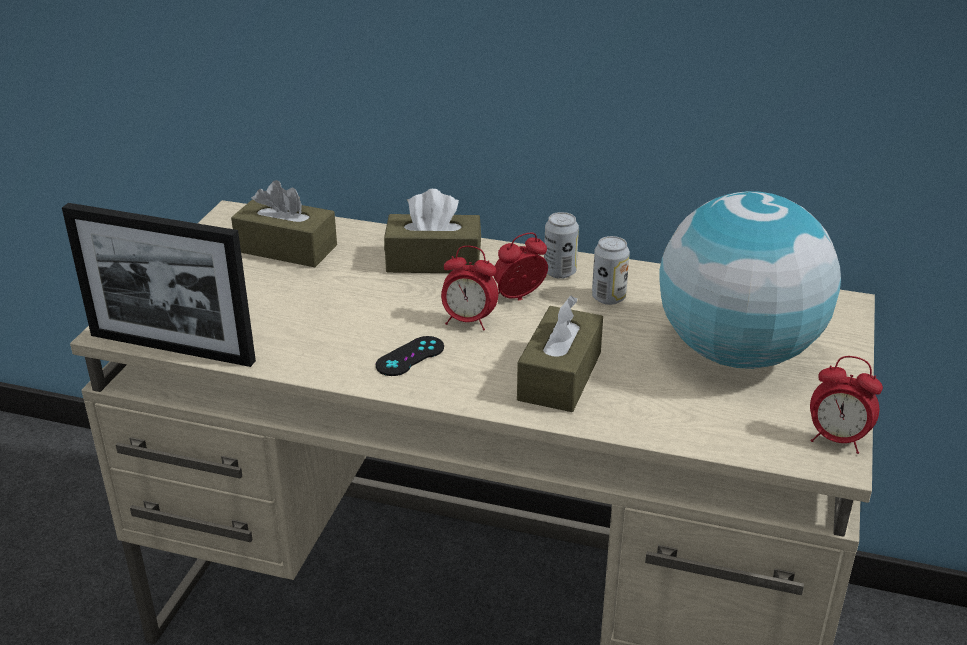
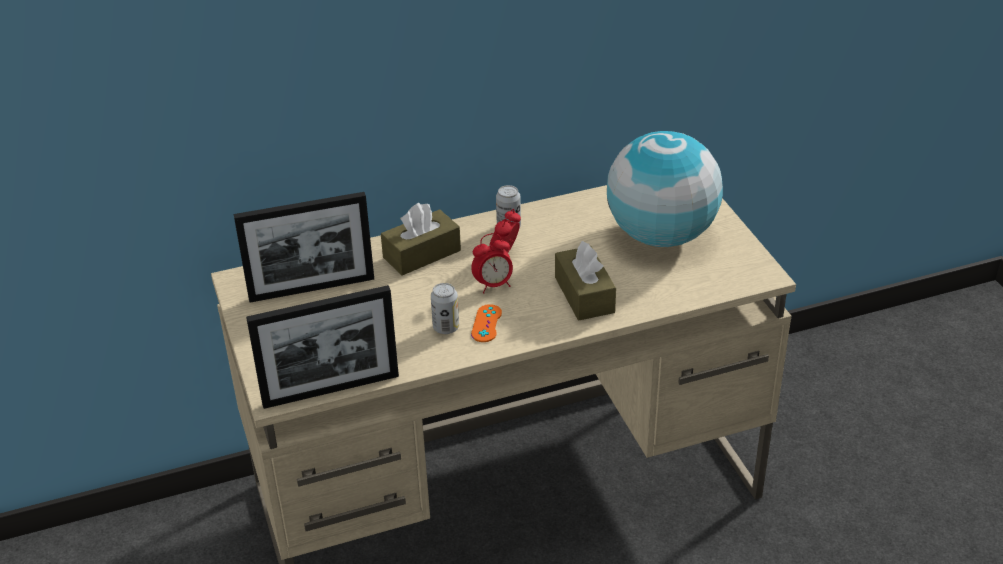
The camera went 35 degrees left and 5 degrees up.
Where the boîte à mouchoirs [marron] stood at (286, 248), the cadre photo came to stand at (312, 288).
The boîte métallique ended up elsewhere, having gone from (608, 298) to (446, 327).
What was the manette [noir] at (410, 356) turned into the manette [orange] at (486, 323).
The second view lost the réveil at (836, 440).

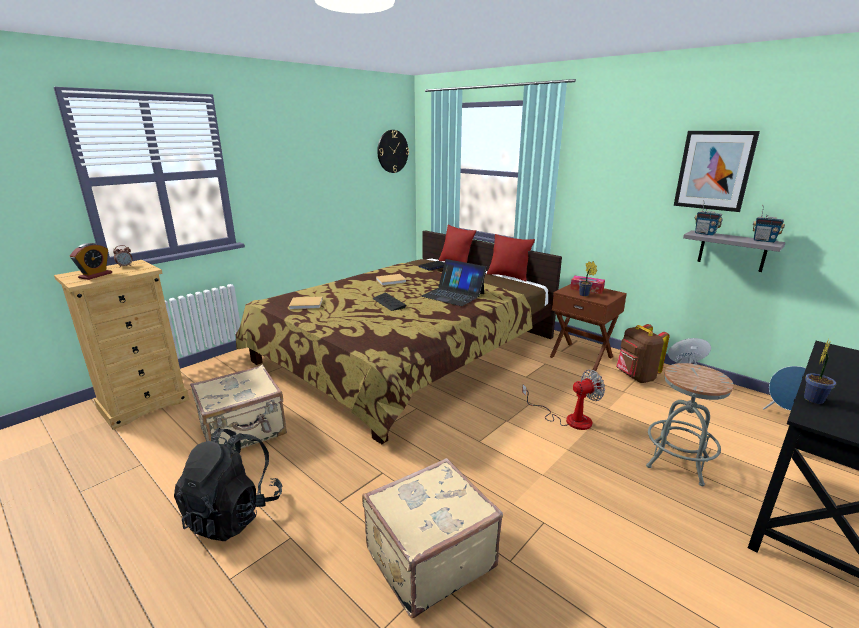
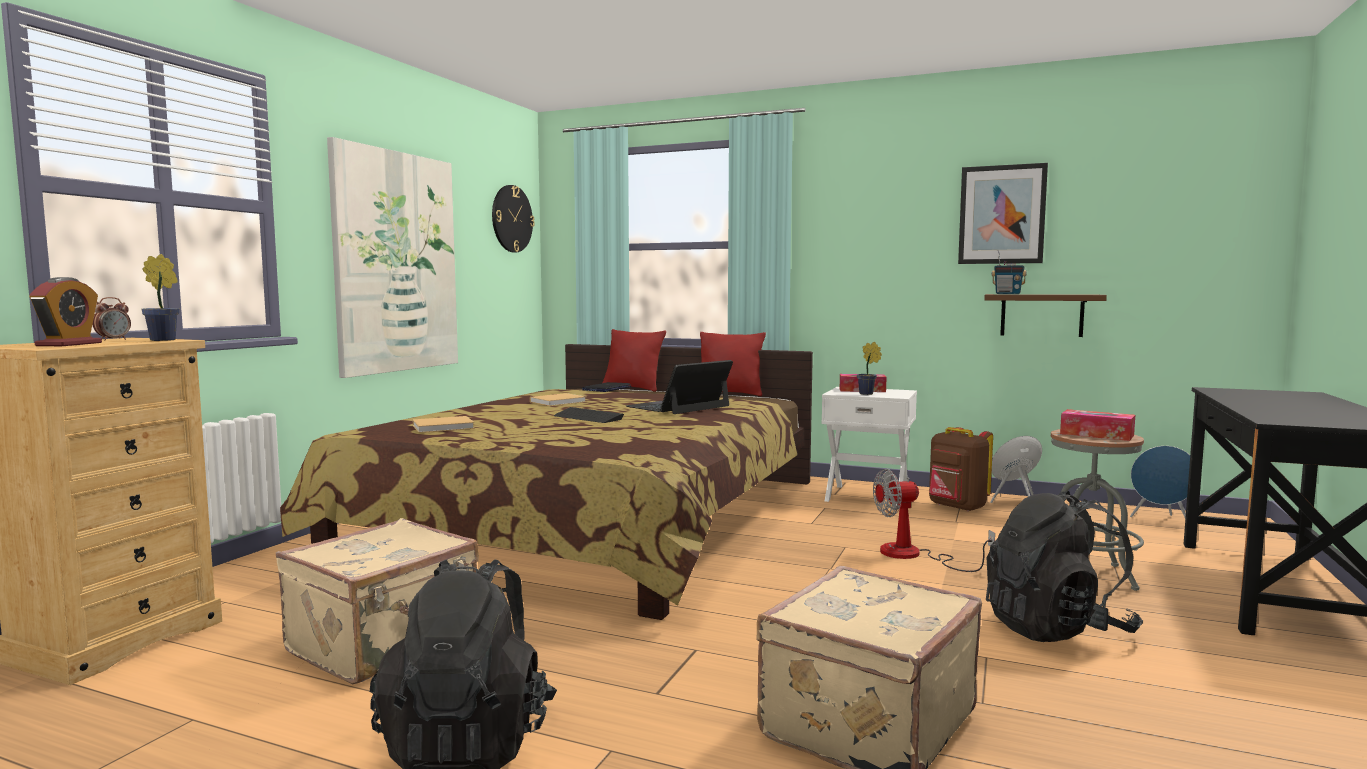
The camera went 20 degrees left and 15 degrees down.
The plante en pot ended up elsewhere, having gone from (814, 399) to (166, 340).
The second view gained the tableau at (396, 262).
The ordinateur portable at (453, 295) ended up facing another way, 120 degrees clockwise from before.
What was the table de chevet [marron] at (581, 356) turned into the table de chevet [blanc] at (867, 496).
The ventilateur at (569, 419) ended up facing another way, 150 degrees counterclockwise from before.
What was the étagère [gris] at (732, 251) turned into the étagère [marron] at (1041, 315).
The second view gained the sac à dos [noir] at (1056, 629).
The second view gained the boîte à mouchoirs at (1096, 435).
The second view lost the radio at (764, 241).

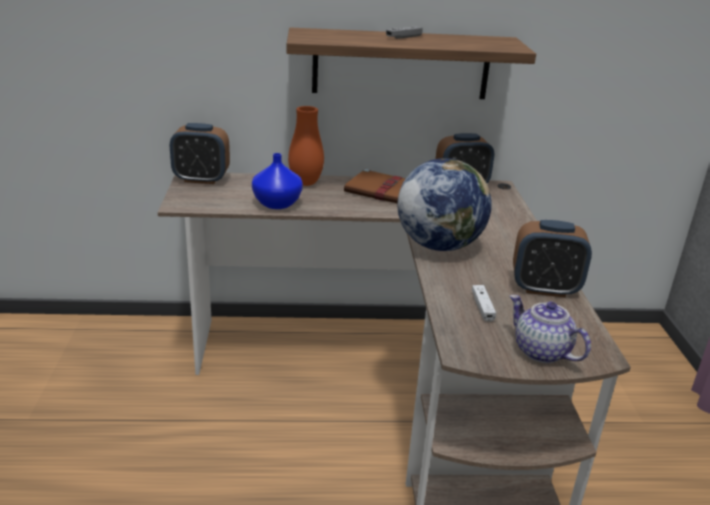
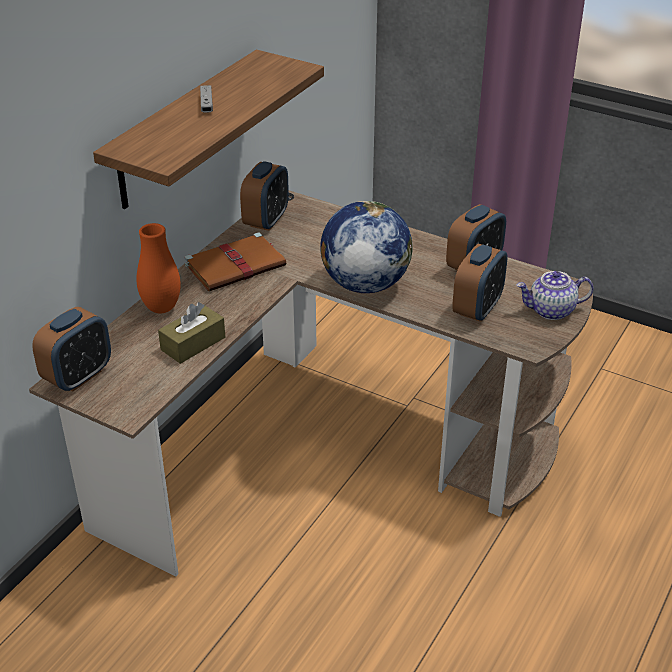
The camera went 55 degrees left and 10 degrees up.
Where the vase [bleu] stood at (278, 203), the boîte à mouchoirs [marron] came to stand at (193, 344).
Where the manette [blanc] stood at (482, 307), the réveil came to stand at (477, 309).

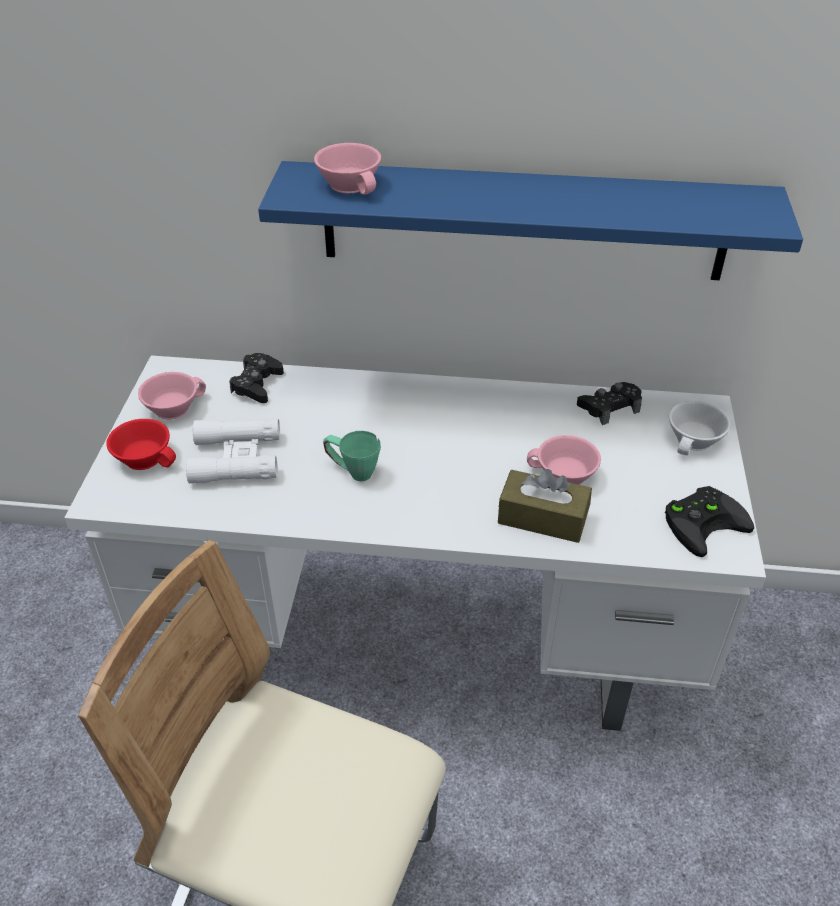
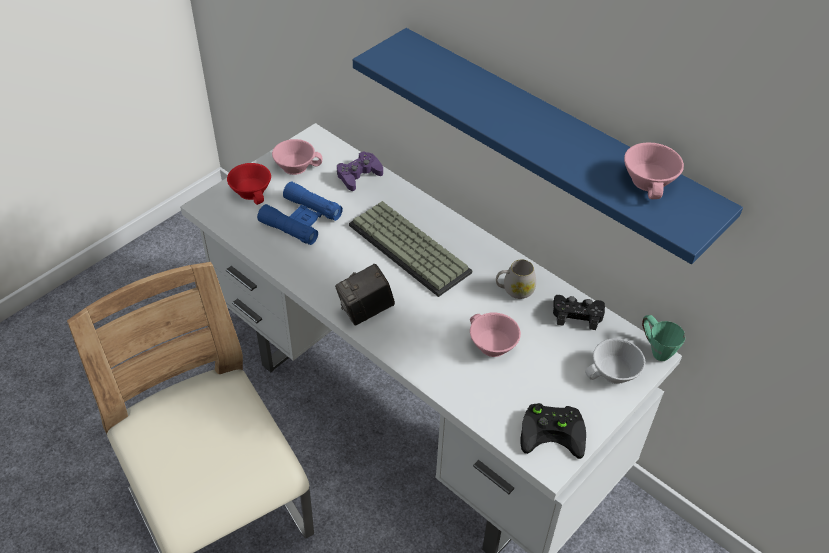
The camera went 35 degrees right and 5 degrees up.
What was the jumelles [blanc] at (236, 458) turned into the jumelles [bleu] at (301, 219).
The second view gained the appareil photo at (366, 311).
What was the manette [noir] at (257, 384) turned into the manette [violet] at (359, 175).
The second view gained the clavier at (411, 248).
The second view gained the mug [blanc] at (514, 290).
The tasse [rose] ended up elsewhere, having gone from (352, 184) to (651, 182).
The mug [vert] ended up elsewhere, having gone from (352, 471) to (655, 349).
The second view lost the boîte à mouchoirs [marron] at (542, 518).

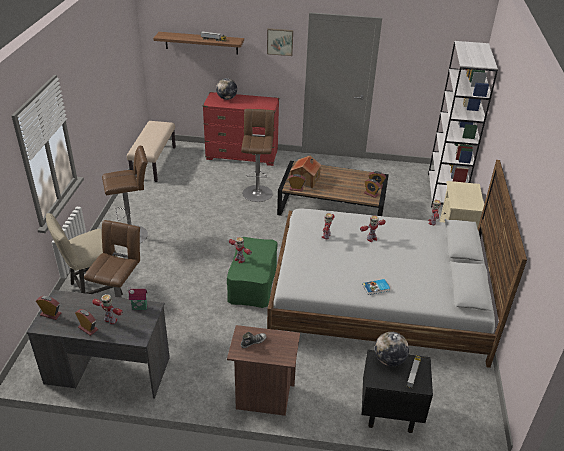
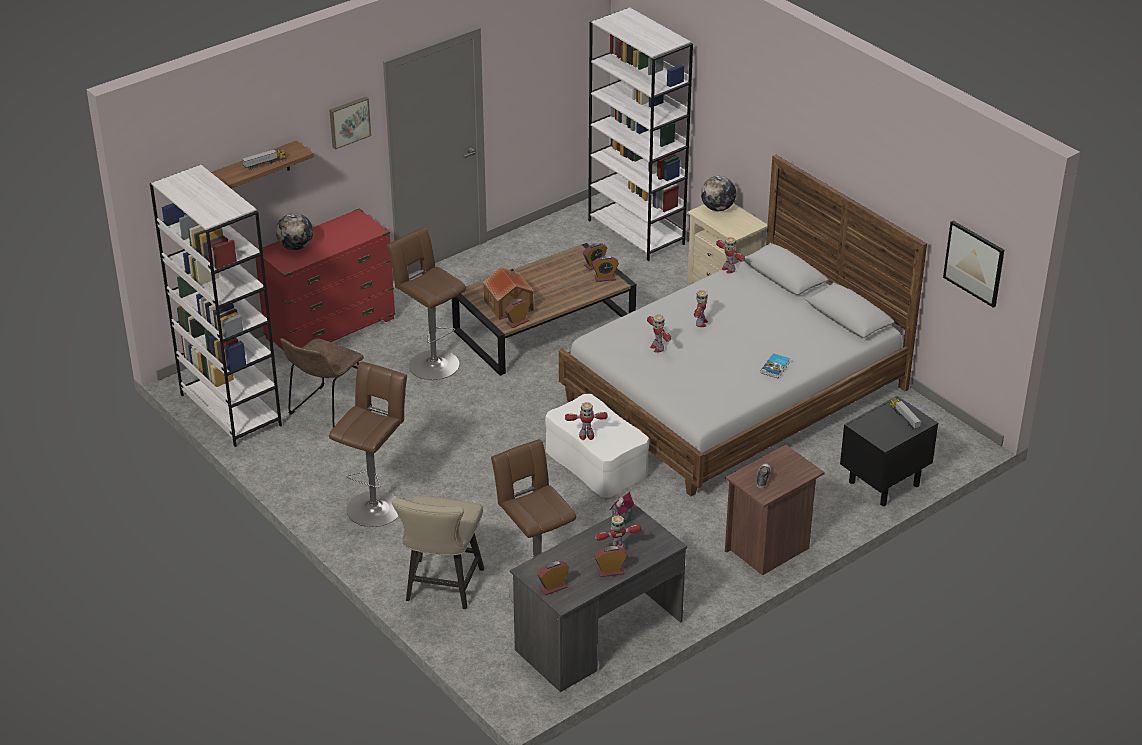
The camera went 45 degrees left and 0 degrees up.
Where the banc [beige] stood at (154, 163), the bibliothèque [blanc] came to stand at (229, 410).
The second view gained the chaise [marron] at (326, 411).
What was the pouf [vert] at (253, 283) turned into the pouf [blanc] at (597, 463).
The globe ended up elsewhere, having gone from (389, 360) to (717, 208).
The second view gained the tableau at (974, 263).

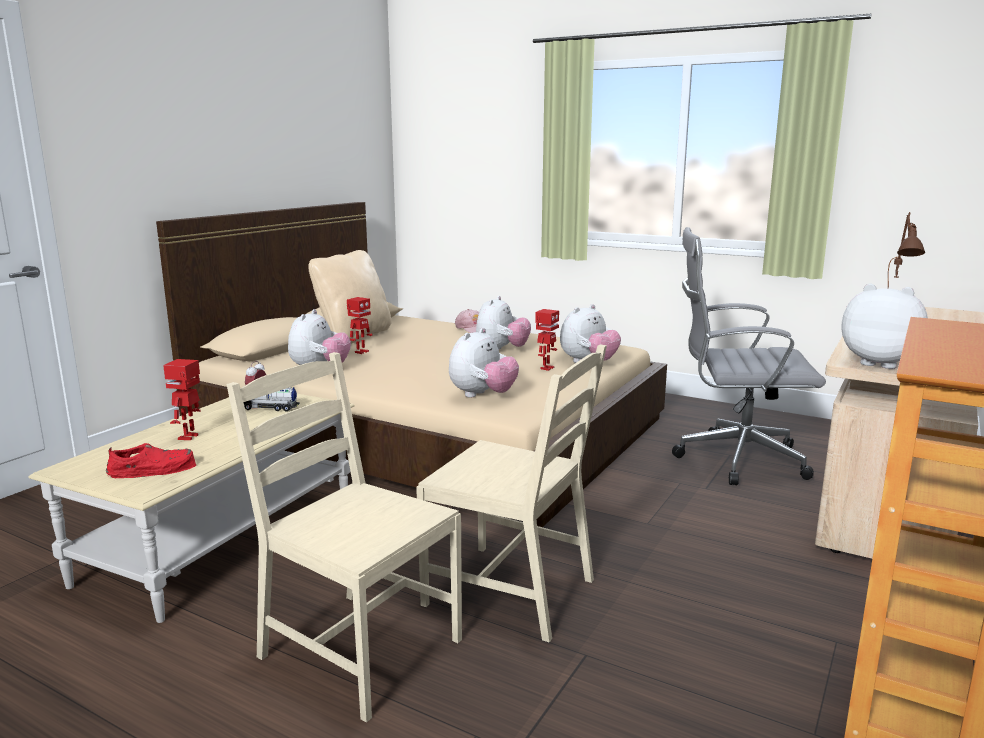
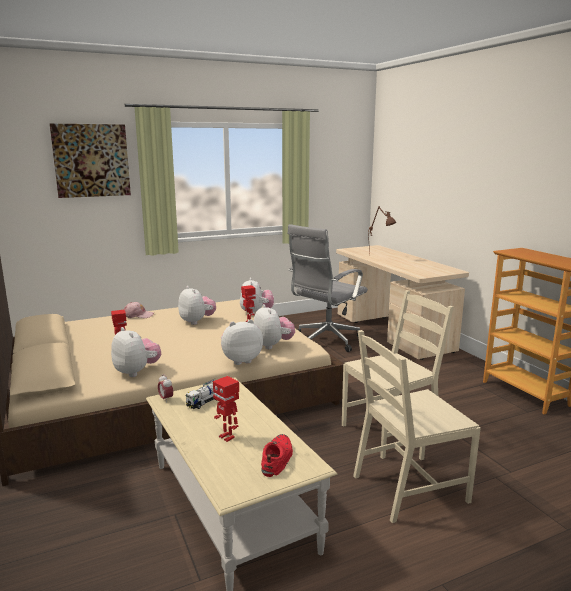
The camera went 55 degrees left and 0 degrees up.
The second view gained the tableau at (91, 160).
The peluche ended up elsewhere, having gone from (879, 363) to (241, 360).
The second view lost the coussin [beige] at (354, 336).

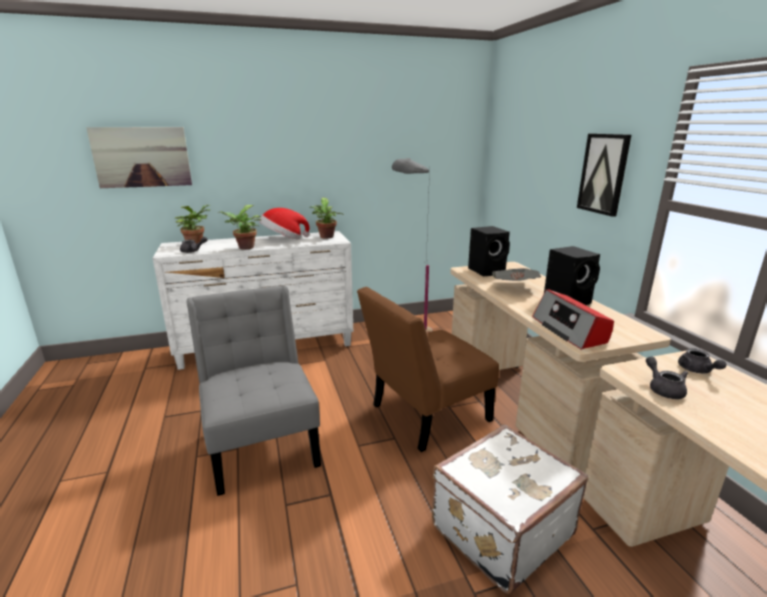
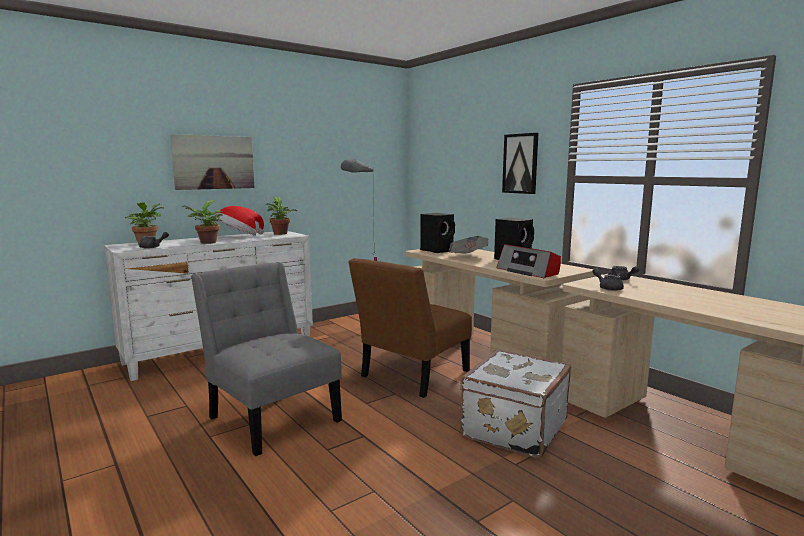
The camera went 20 degrees left and 10 degrees down.
The tableau ended up elsewhere, having gone from (142, 157) to (214, 162).

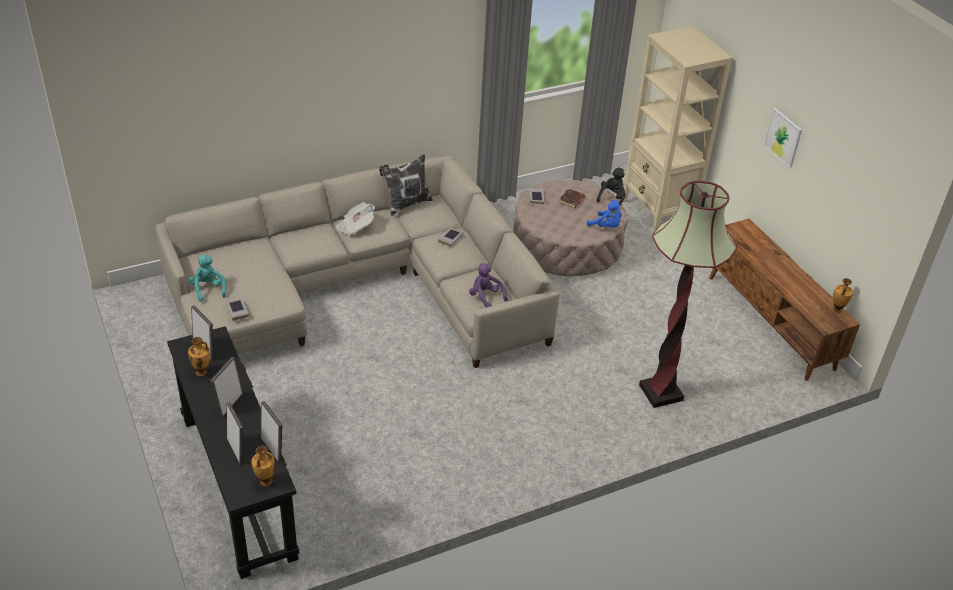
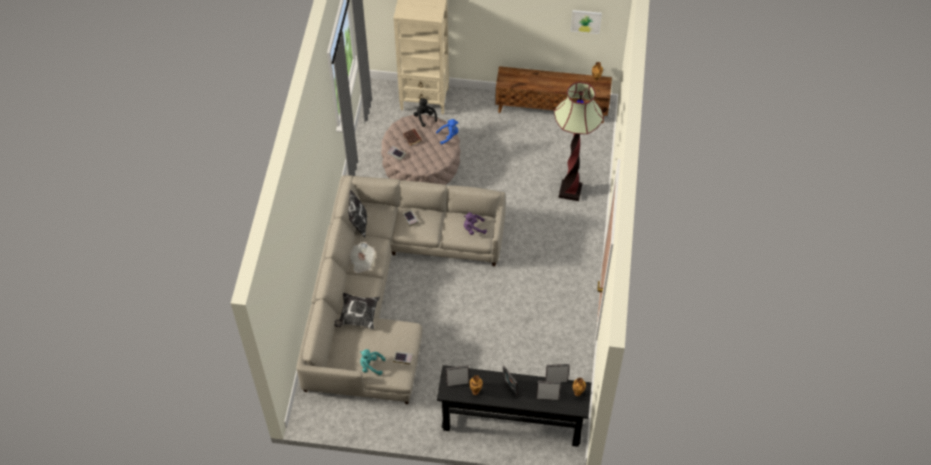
The camera went 55 degrees left and 15 degrees up.
The second view gained the coussin at (357, 316).
The tableau ended up elsewhere, having gone from (783, 137) to (586, 21).

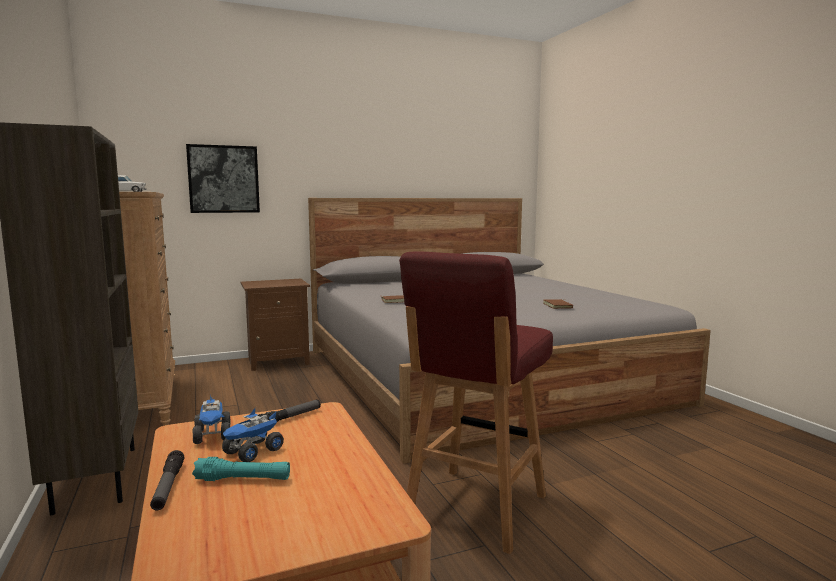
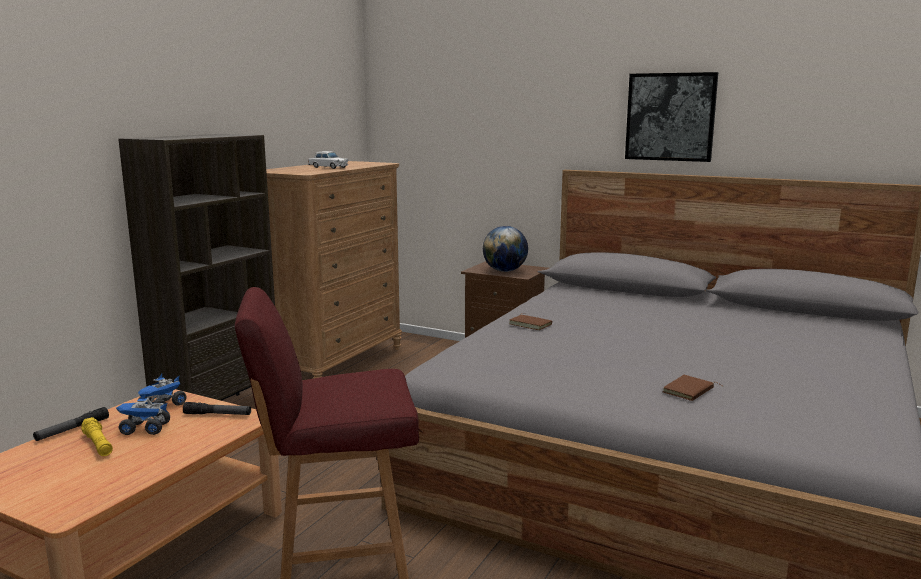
The camera went 50 degrees right and 5 degrees up.
What was the lampe de poche [turquoise] at (243, 479) turned into the lampe de poche [jaune] at (98, 444).
The second view gained the globe at (505, 271).
The tableau ended up elsewhere, having gone from (223, 179) to (670, 117).

